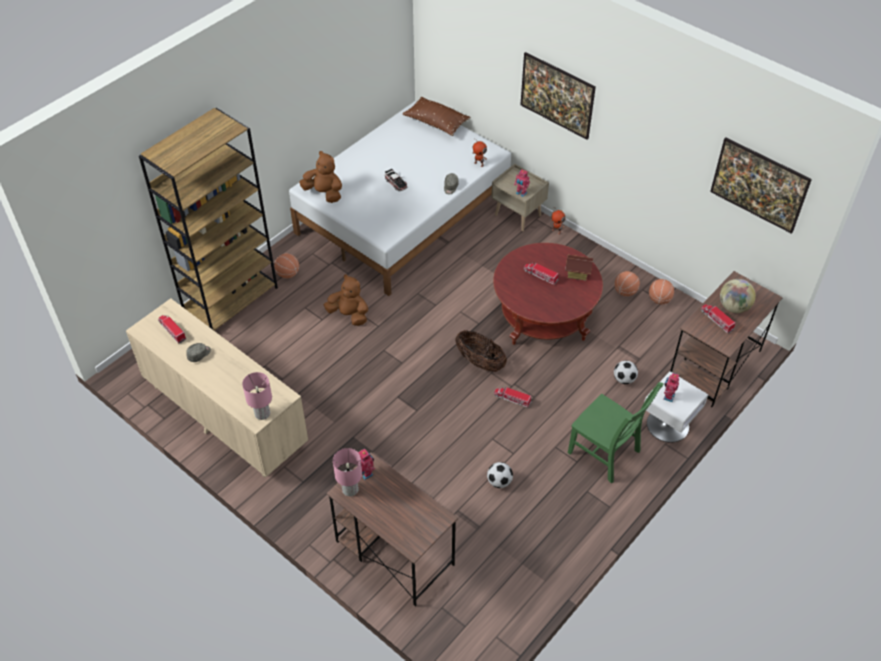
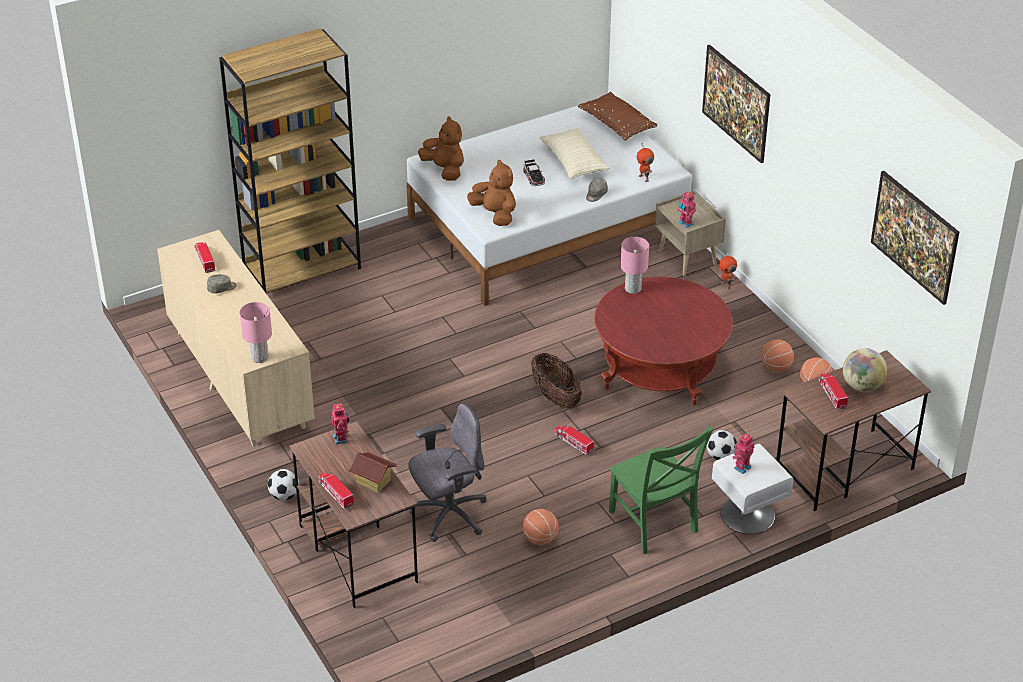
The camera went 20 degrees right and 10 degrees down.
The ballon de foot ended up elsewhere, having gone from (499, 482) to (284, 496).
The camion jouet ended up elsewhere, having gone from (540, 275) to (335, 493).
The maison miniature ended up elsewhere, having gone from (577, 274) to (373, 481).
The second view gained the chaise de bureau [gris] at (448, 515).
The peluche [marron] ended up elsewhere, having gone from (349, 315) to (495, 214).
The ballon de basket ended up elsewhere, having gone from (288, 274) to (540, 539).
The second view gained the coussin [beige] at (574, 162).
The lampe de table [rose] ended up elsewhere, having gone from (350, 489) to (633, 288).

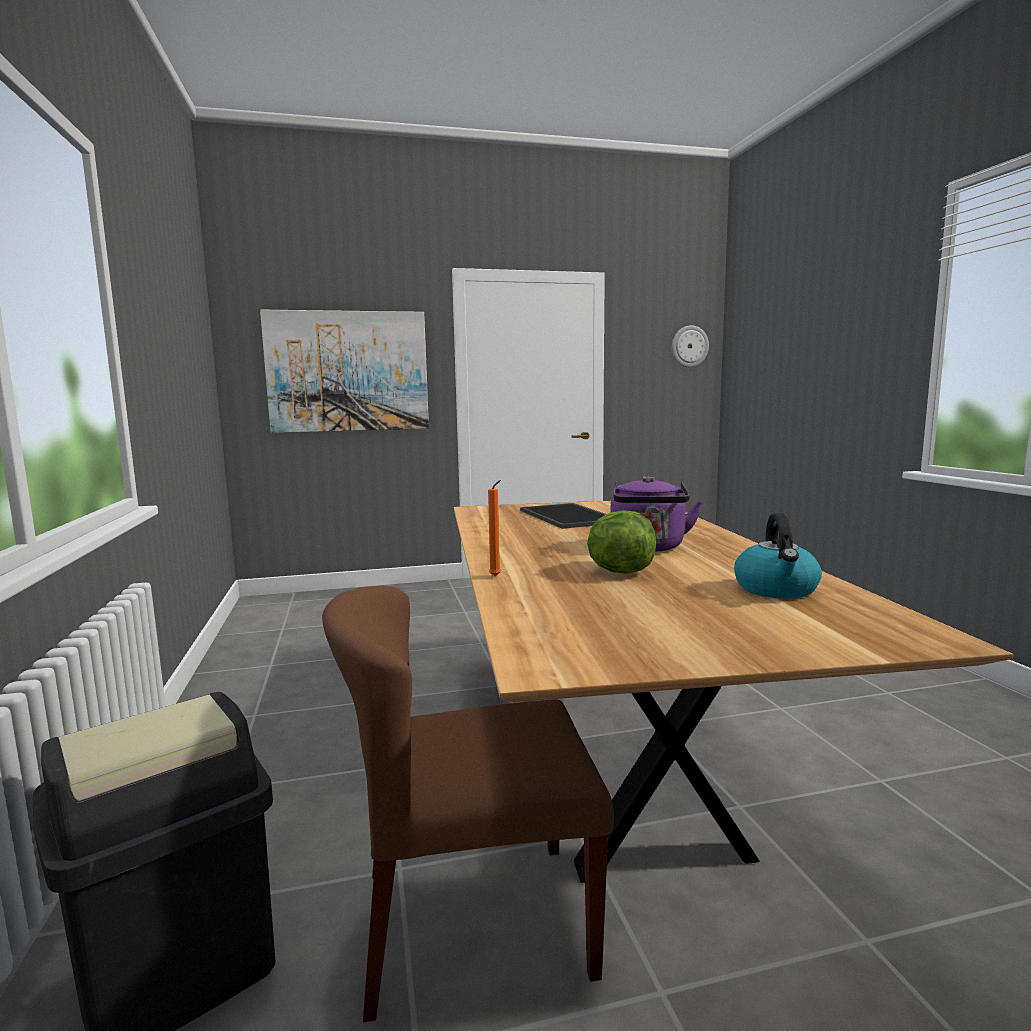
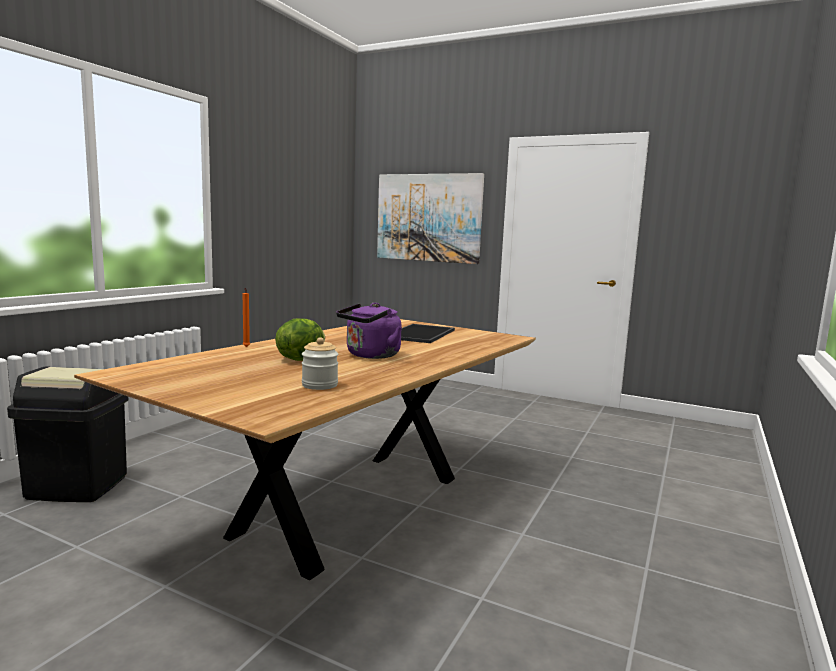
The camera went 40 degrees right and 0 degrees up.
Where the bouilloire stood at (776, 590), the bocal came to stand at (319, 385).
The second view lost the chaise [marron] at (473, 921).
The second view lost the horloge murale at (689, 346).

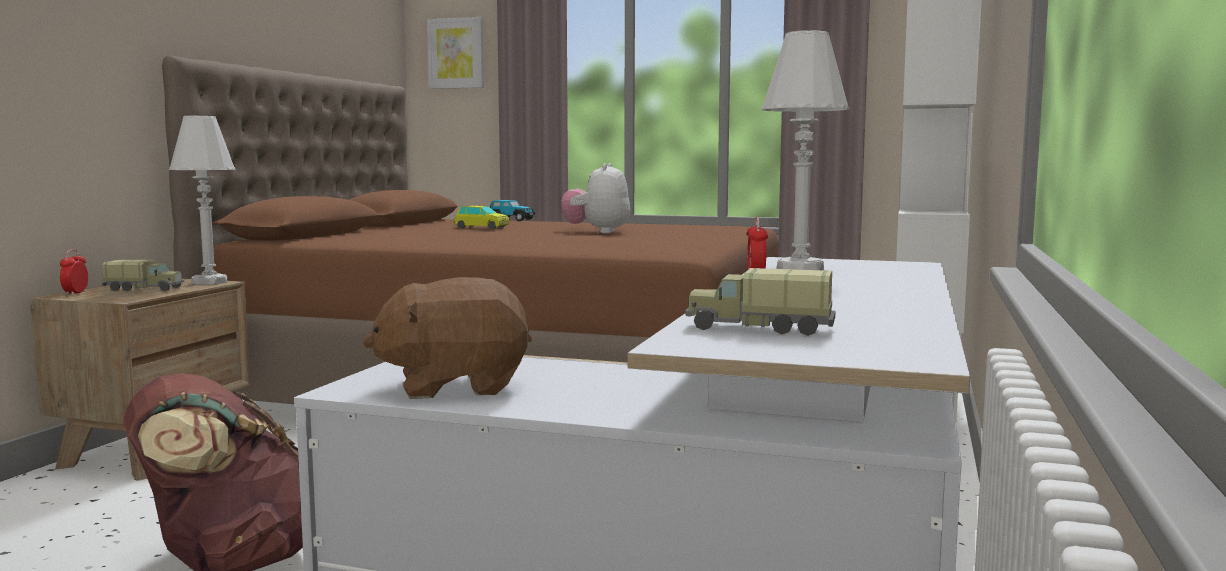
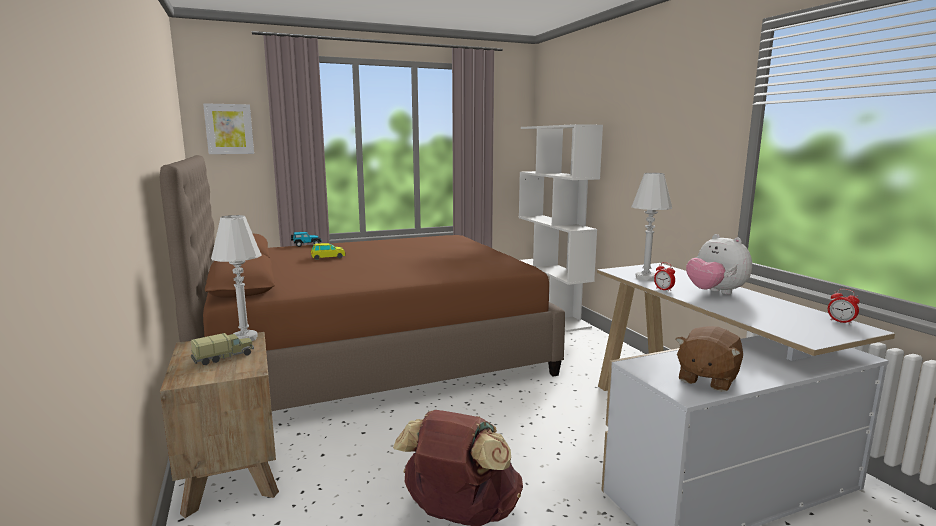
The camera went 40 degrees left and 5 degrees up.
The peluche ended up elsewhere, having gone from (597, 232) to (715, 293).
The réveil ended up elsewhere, having gone from (75, 293) to (841, 321).
The second view lost the camion jouet at (759, 328).

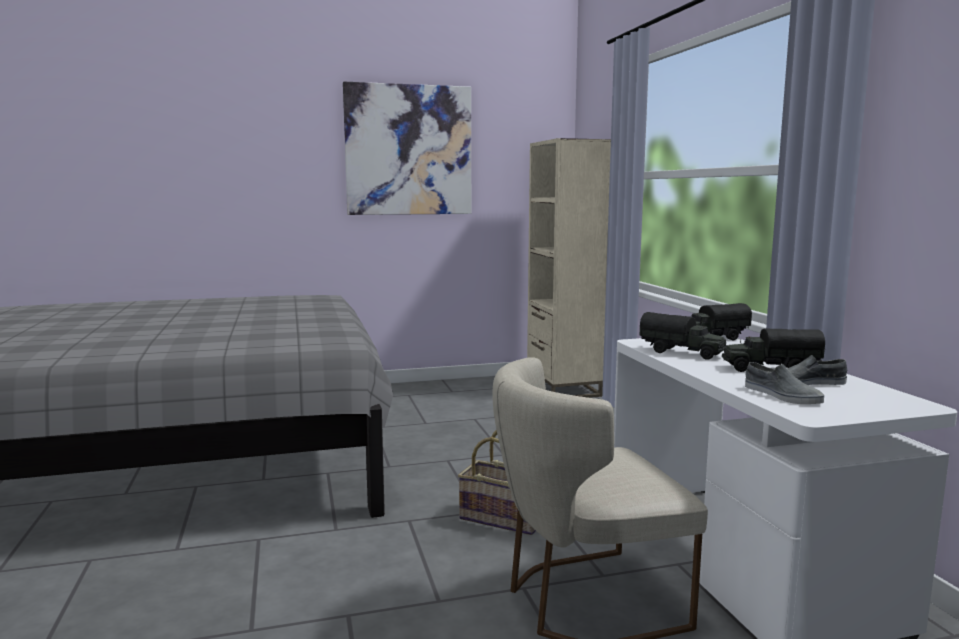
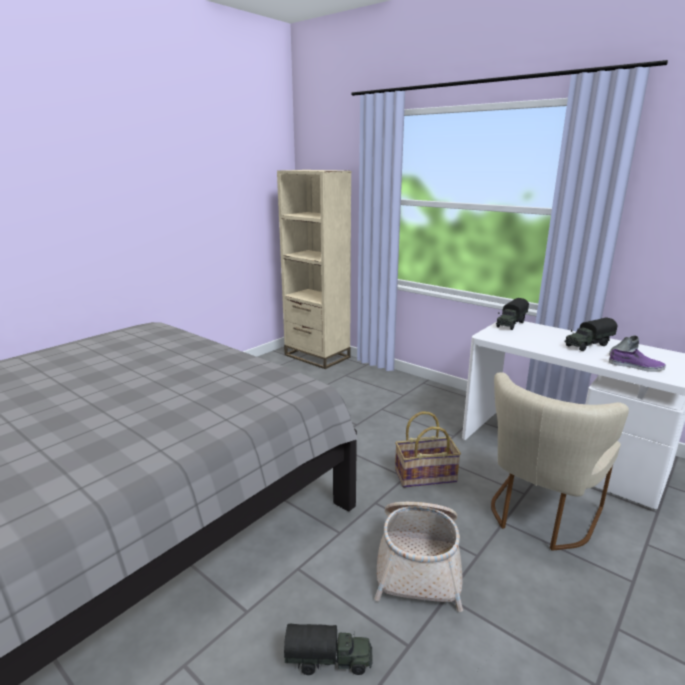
The camera went 35 degrees left and 10 degrees up.
The camion jouet ended up elsewhere, having gone from (682, 353) to (329, 661).
The second view gained the panier at (419, 562).
What was the chaussure [gris] at (781, 395) turned into the chaussure [violet] at (636, 366).
The second view lost the tableau at (409, 150).

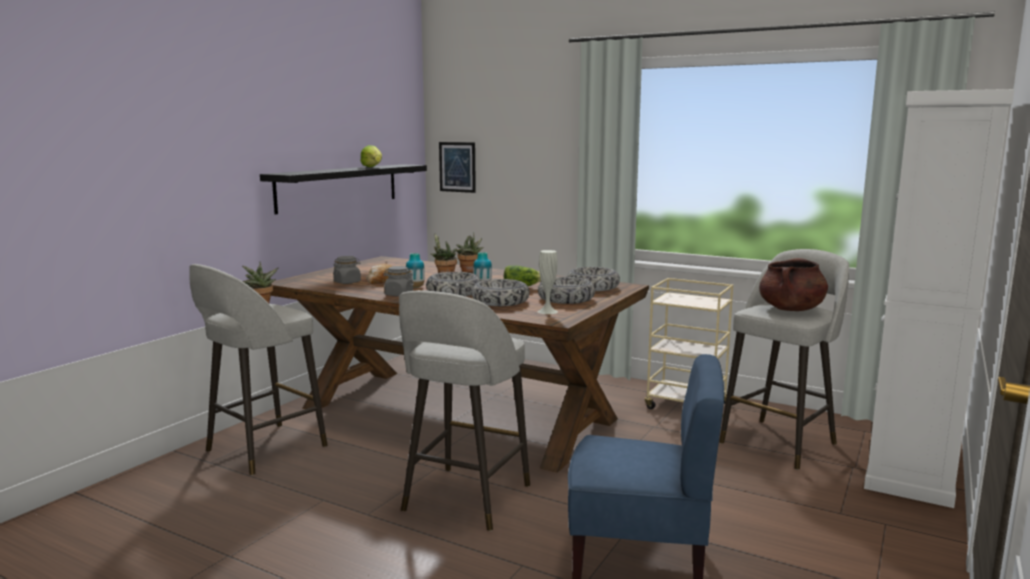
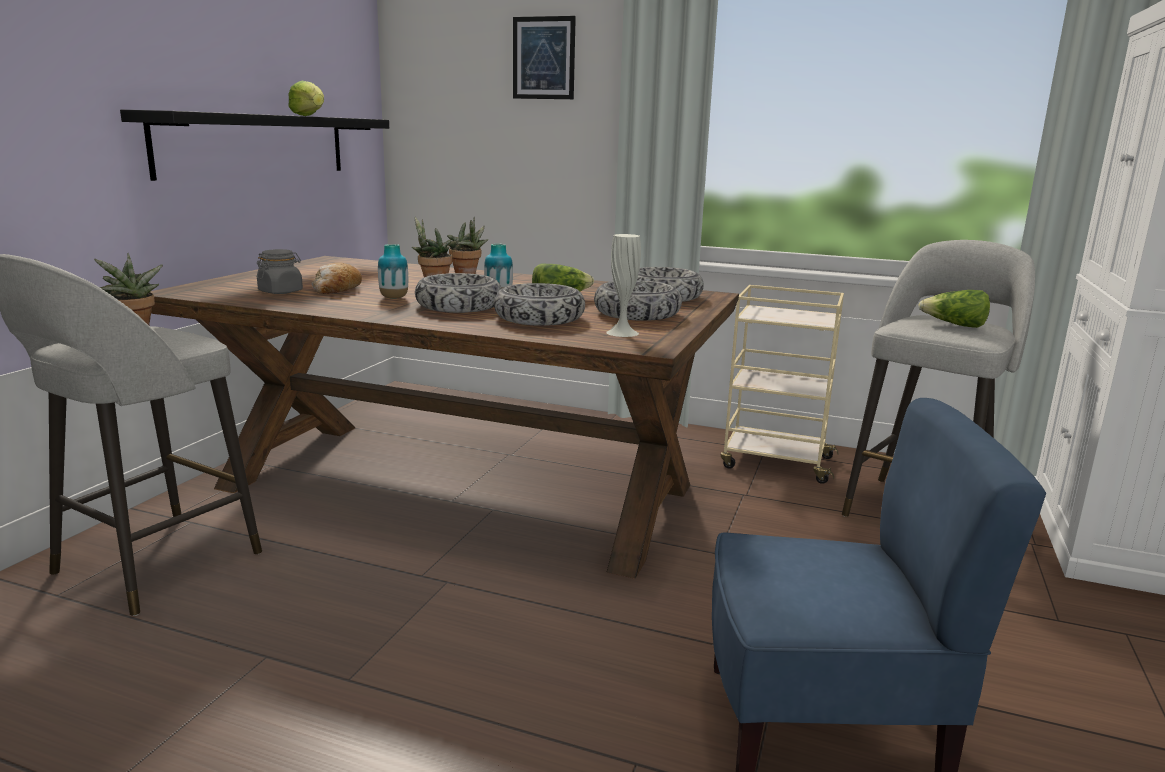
The camera went 10 degrees left and 5 degrees up.
The tableau ended up elsewhere, having gone from (457, 167) to (543, 58).
Where the marmite [marron] stood at (791, 309), the laitue came to stand at (954, 325).
The second view lost the bocal [gris] at (398, 294).
The second view lost the tabouret [gris] at (465, 499).

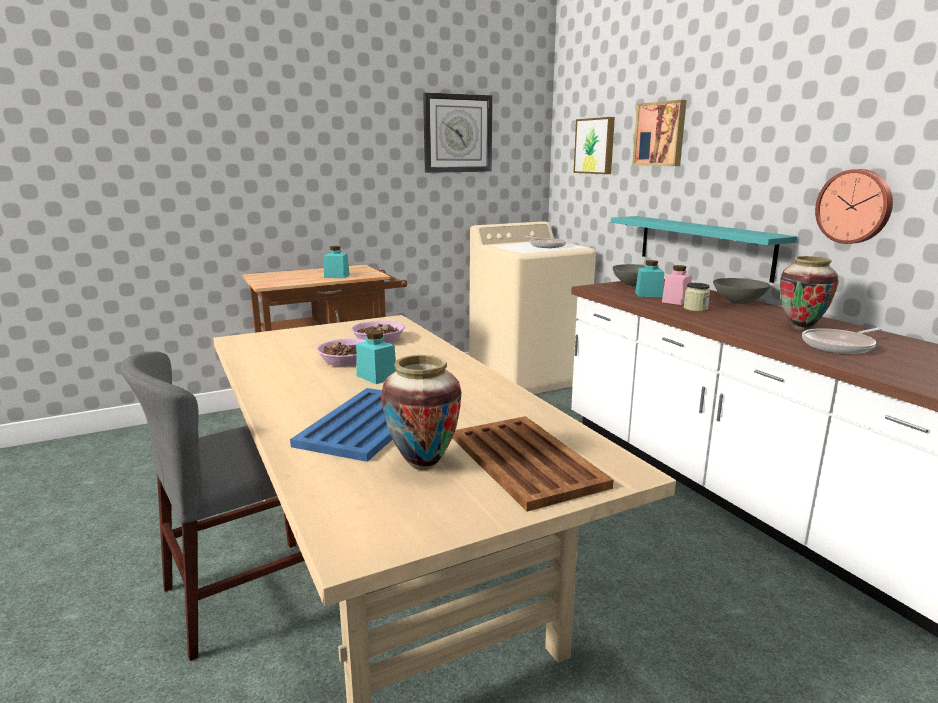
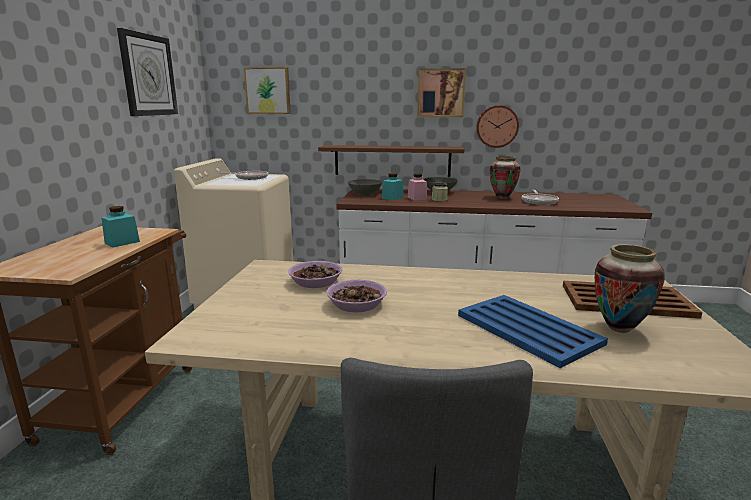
The camera went 55 degrees left and 0 degrees up.
What was the étagère [turquoise] at (703, 246) turned into the étagère [marron] at (392, 160).
The tableau ended up elsewhere, having gone from (660, 134) to (441, 93).
The second view lost the bocal [turquoise] at (376, 376).

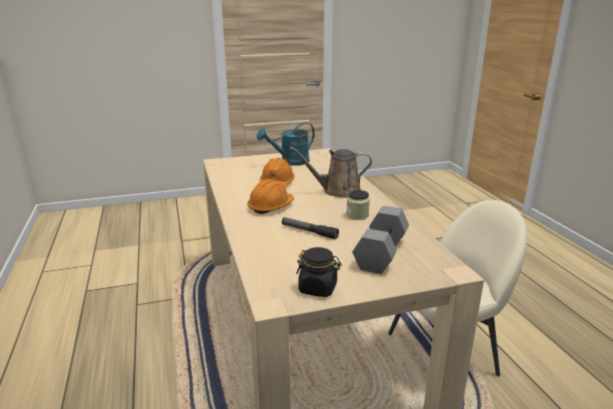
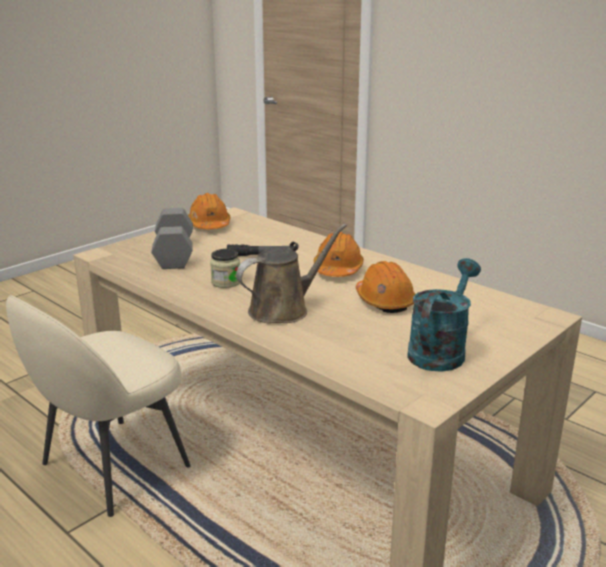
The camera went 150 degrees right and 0 degrees up.
Where the bocal [noir] stood at (318, 288), the casque de chantier [orange] came to stand at (209, 225).

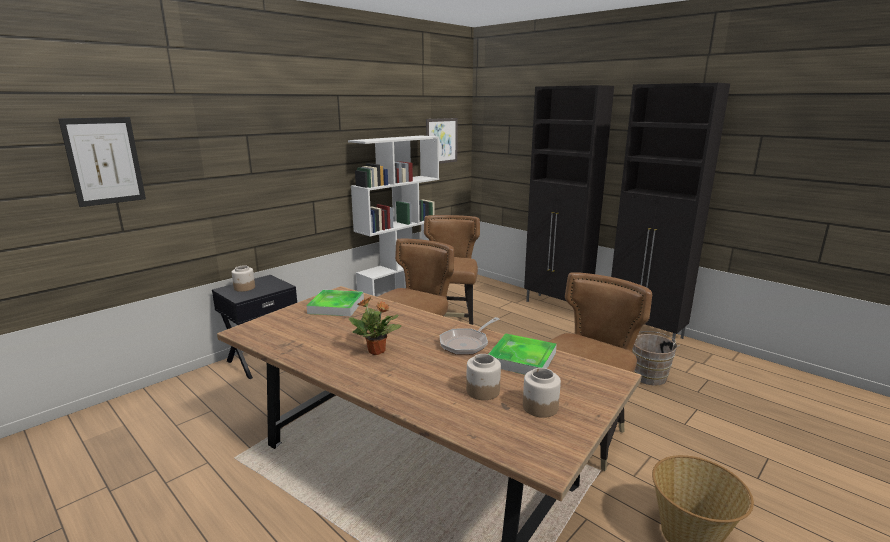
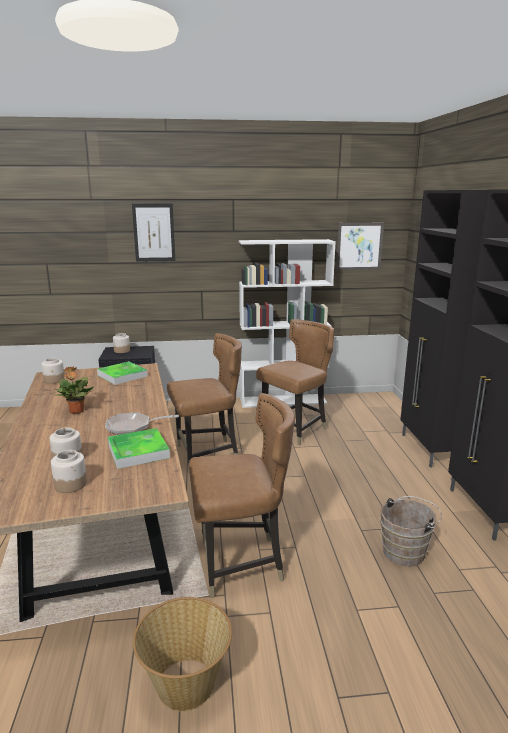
The camera went 40 degrees right and 0 degrees up.
The second view gained the bocal at (54, 380).
The tableau ended up elsewhere, having gone from (104, 161) to (154, 232).

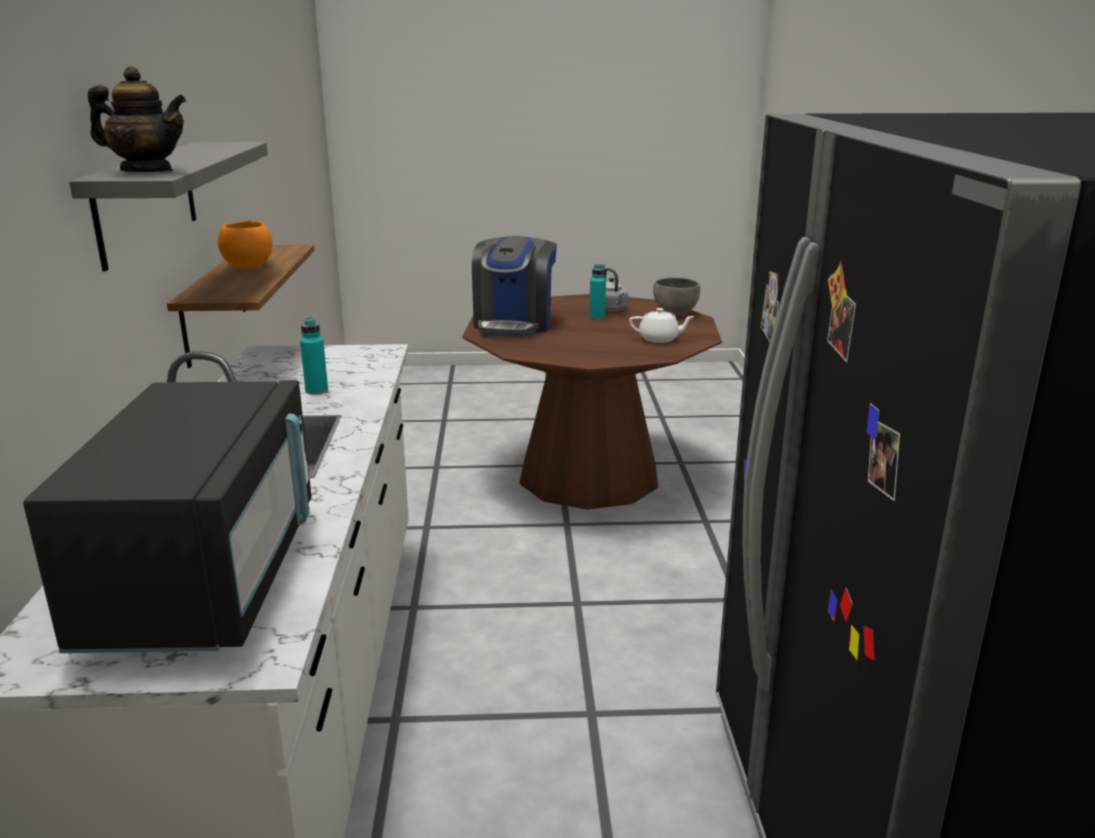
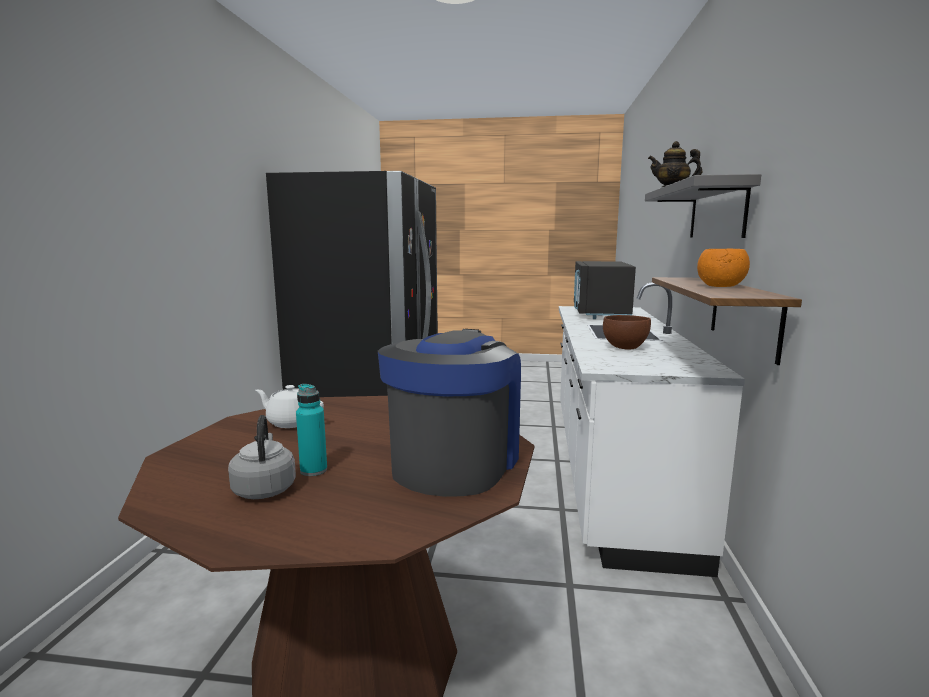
The camera went 170 degrees left and 10 degrees down.
Where the bouteille [turquoise] stood at (316, 391), the bol [marron] came to stand at (625, 347).
The second view lost the bol [gris] at (675, 313).

